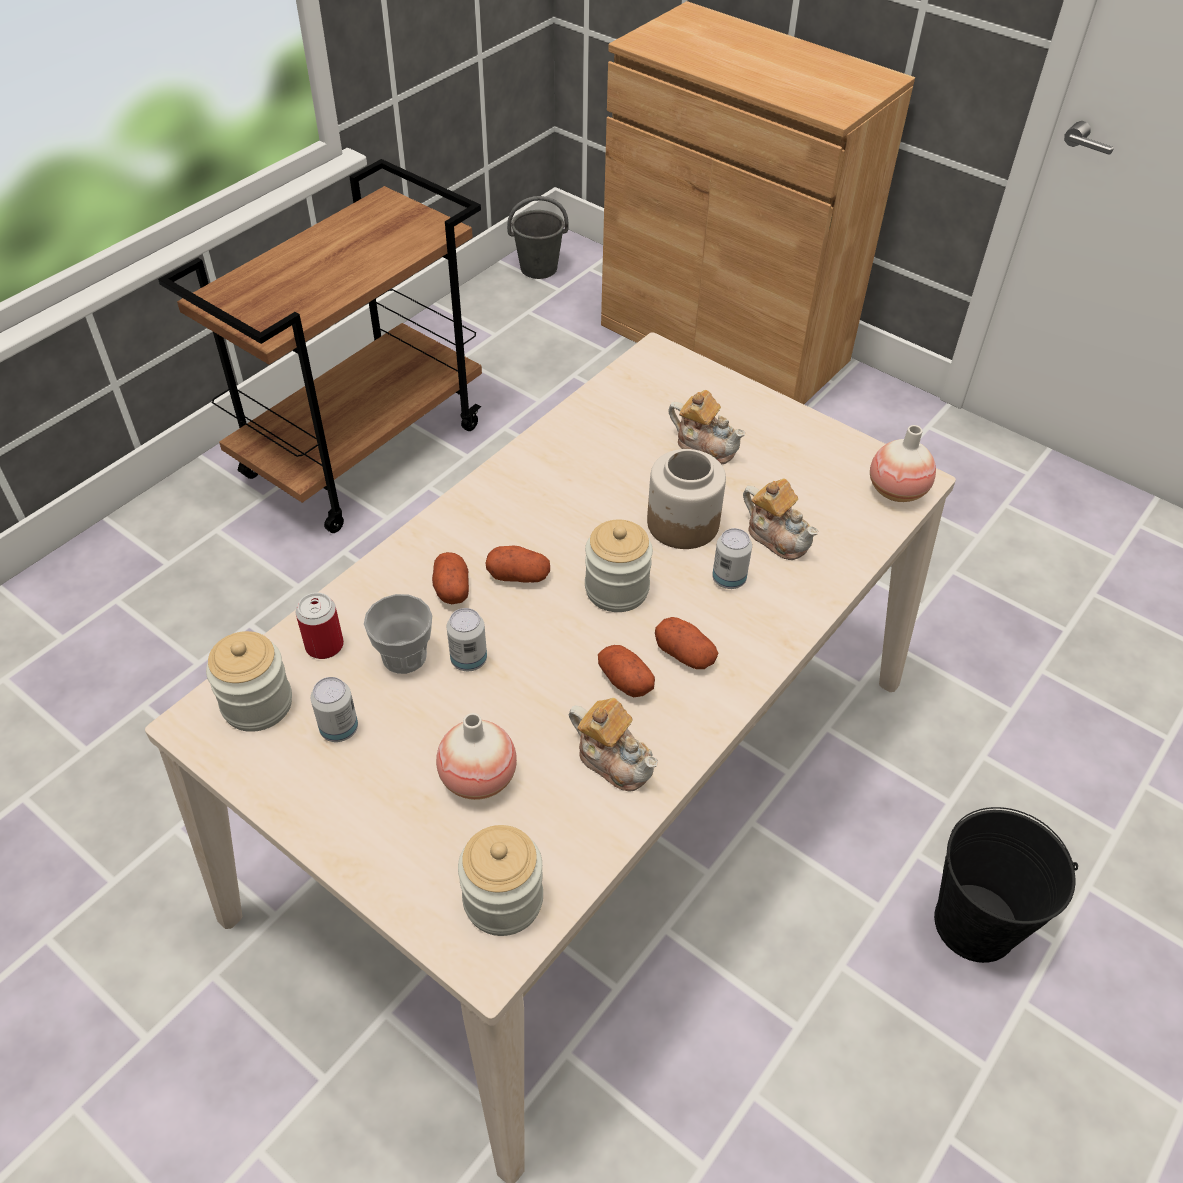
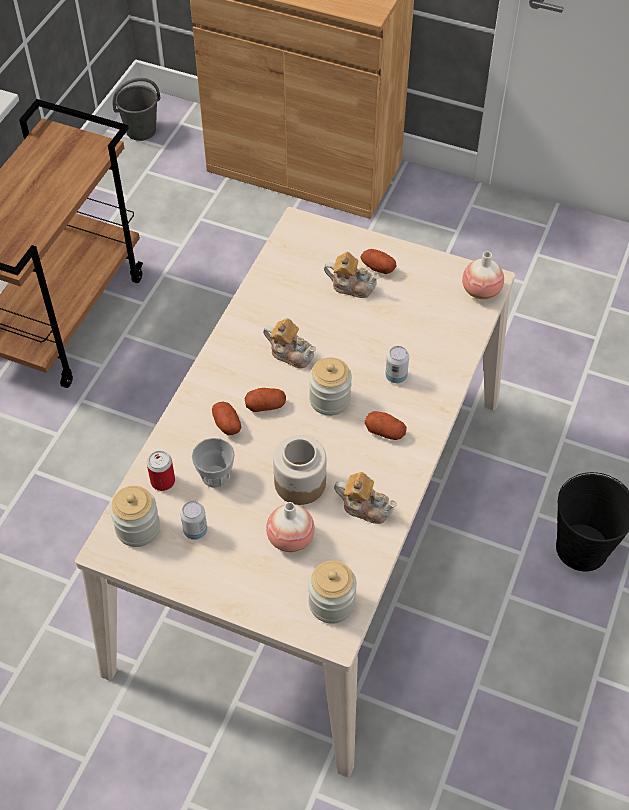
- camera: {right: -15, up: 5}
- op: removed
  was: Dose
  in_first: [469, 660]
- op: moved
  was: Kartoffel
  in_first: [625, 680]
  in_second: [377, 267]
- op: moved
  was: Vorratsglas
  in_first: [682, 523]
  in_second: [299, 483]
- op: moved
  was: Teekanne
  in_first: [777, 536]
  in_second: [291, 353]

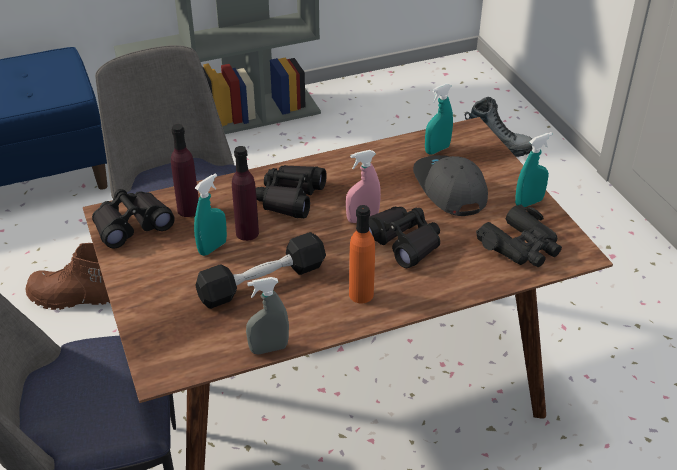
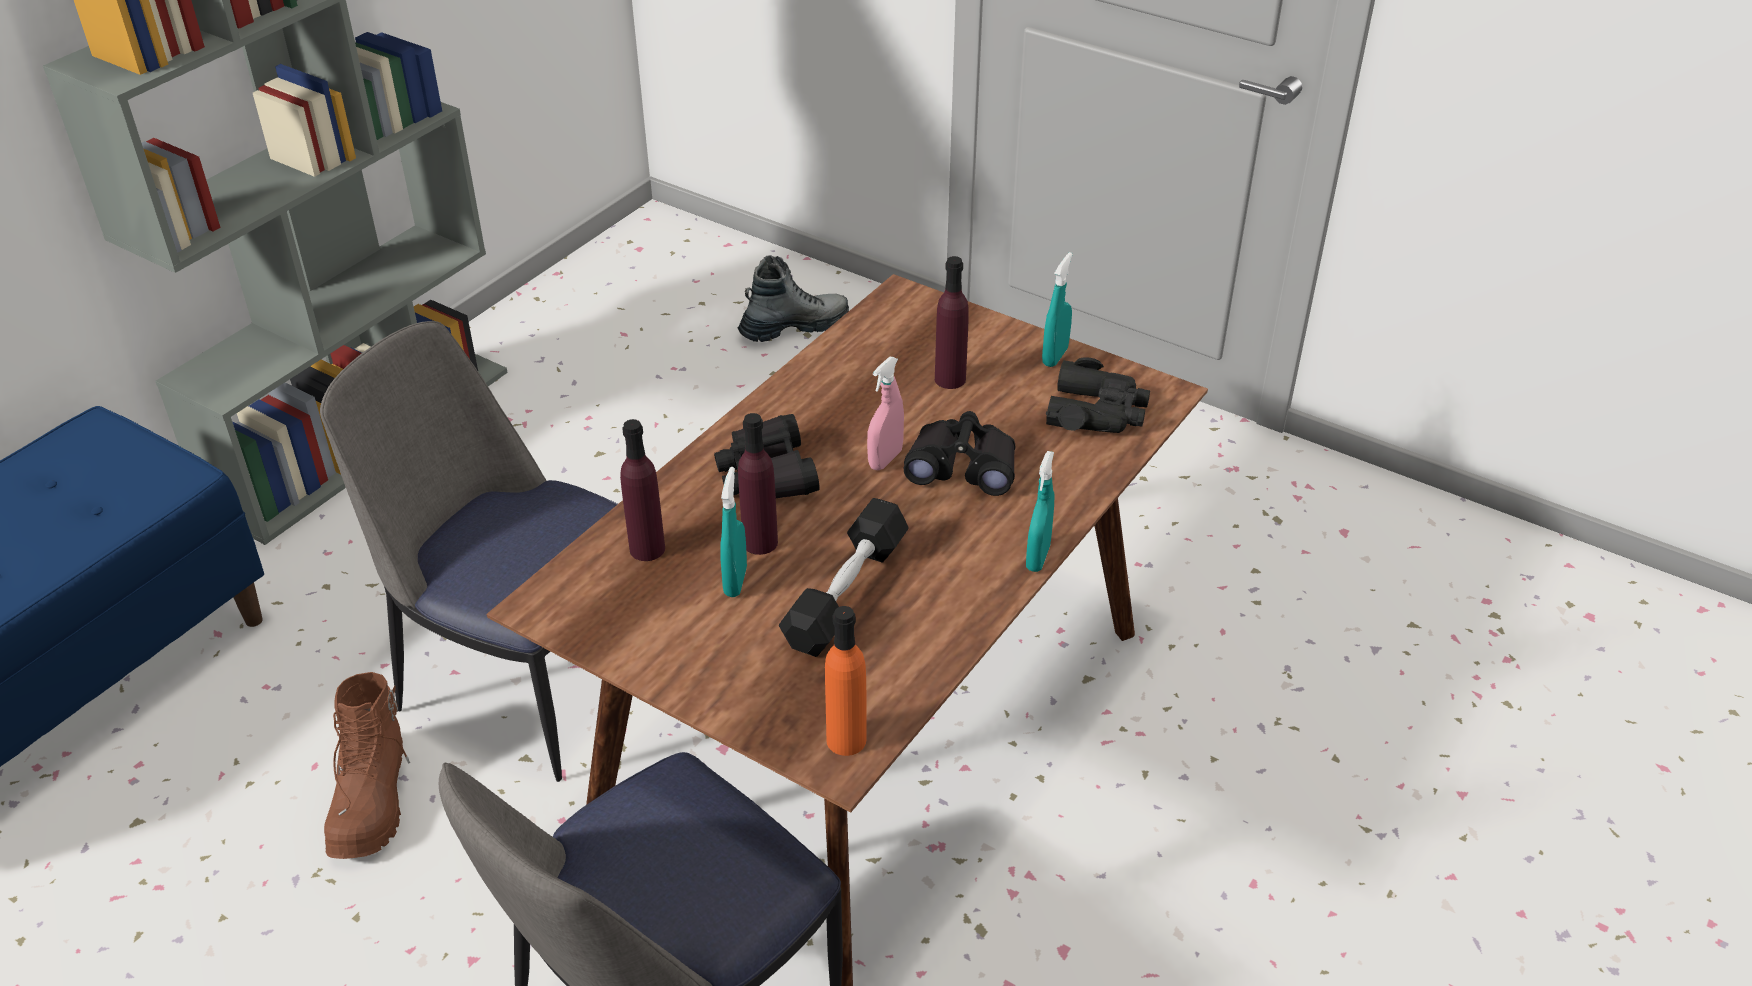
- camera: {right: -35, up: 0}
- op: turned
  was: Stiefel [braun]
  in_first: [74, 297]
  in_second: [372, 801]
  clockwise: -60
- op: removed
  was: Fernglas [schwarz]
  in_first: [131, 225]
- op: removed
  was: Sprühflasche [grau]
  in_first: [269, 349]
- op: moved
  was: Flasche [orange]
  in_first: [361, 294]
  in_second: [846, 740]
- op: replaced
  was: Kappe [grau]
  now: Flasche [lila]
  in_first: [449, 189]
  in_second: [950, 379]
- op: moved
  was: Sprühflasche [türkis]
  in_first: [437, 149]
  in_second: [1038, 558]

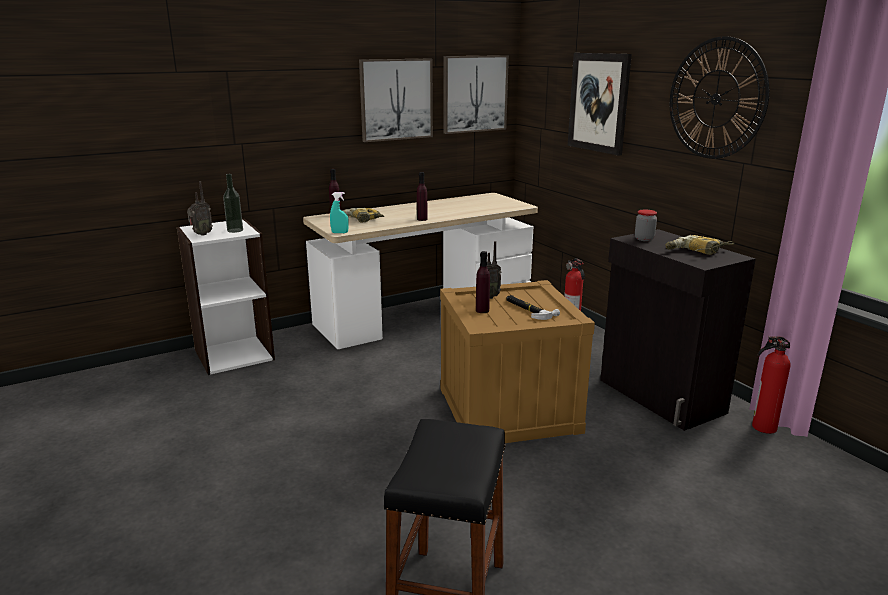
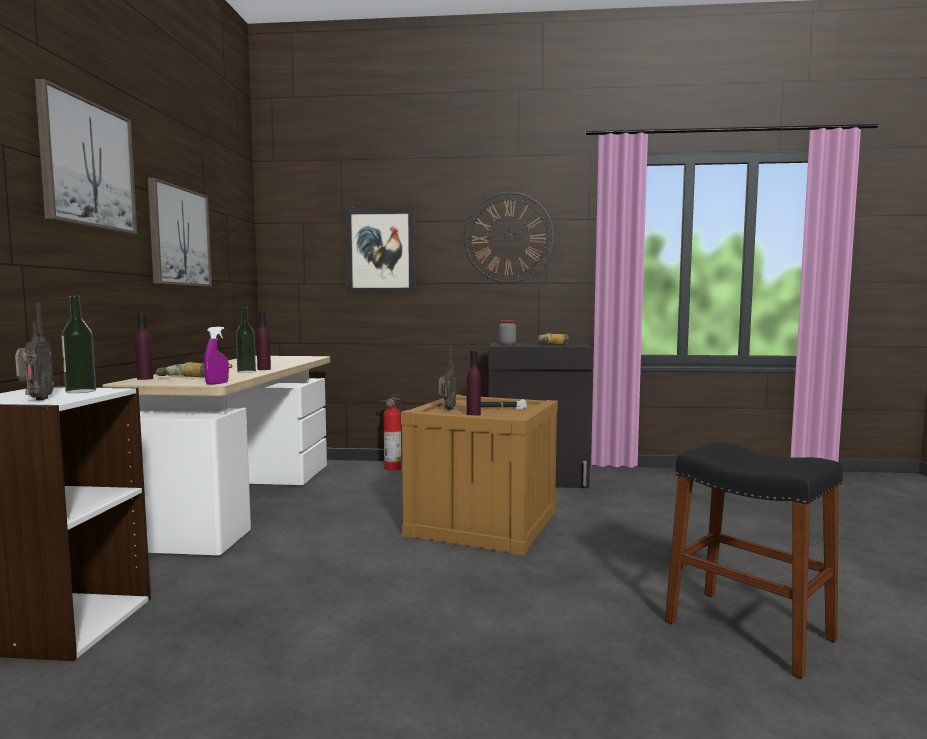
- camera: {right: -55, up: -15}
- op: recoloured
  was: Sprühflasche [türkis]
  now: Sprühflasche [lila]
  in_first: [340, 232]
  in_second: [217, 383]
- op: moved
  was: Bild
  in_first: [474, 94]
  in_second: [87, 165]
- op: removed
  was: Feuerlöscher
  in_first: [762, 427]
- op: added
  now: Flasche
  in_second: [246, 371]

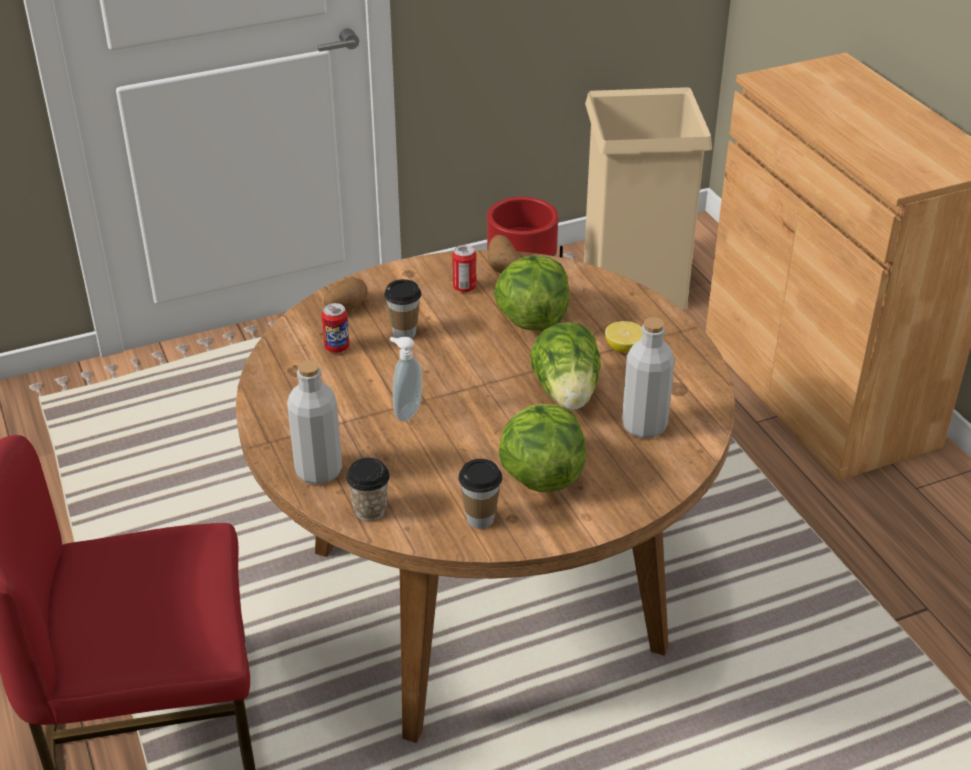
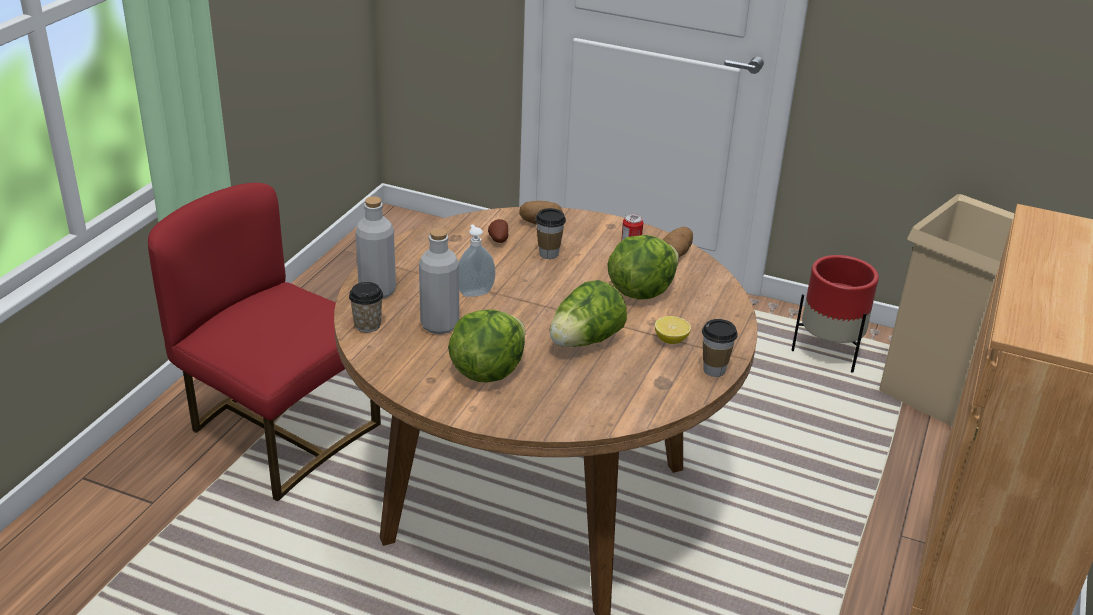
- camera: {right: 45, up: -5}
- op: replaced
  was: Dose
  now: Kartoffel
  in_first: [337, 347]
  in_second: [498, 239]
- op: moved
  was: Tasse
  in_first: [480, 519]
  in_second: [714, 370]
- op: moved
  was: Flasche [grau]
  in_first: [644, 426]
  in_second: [439, 325]

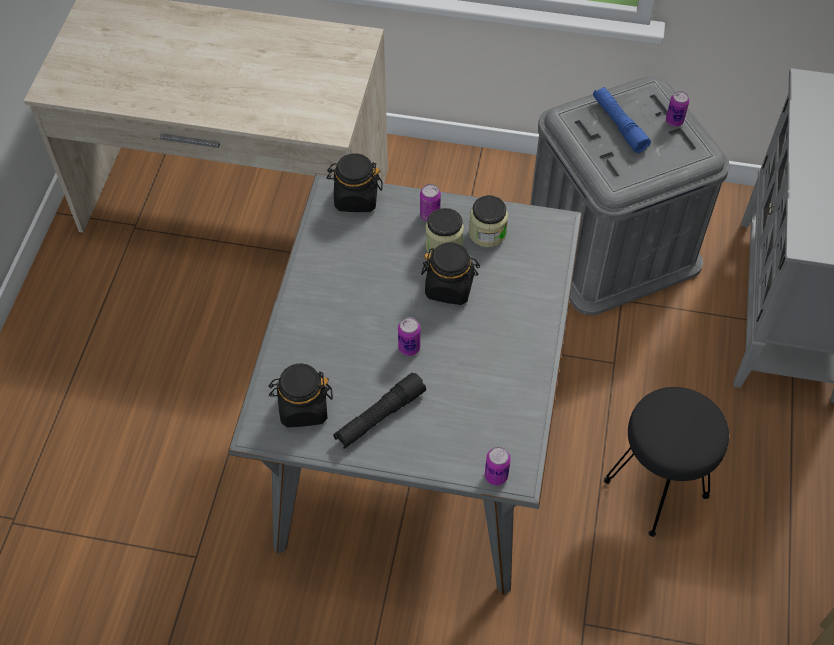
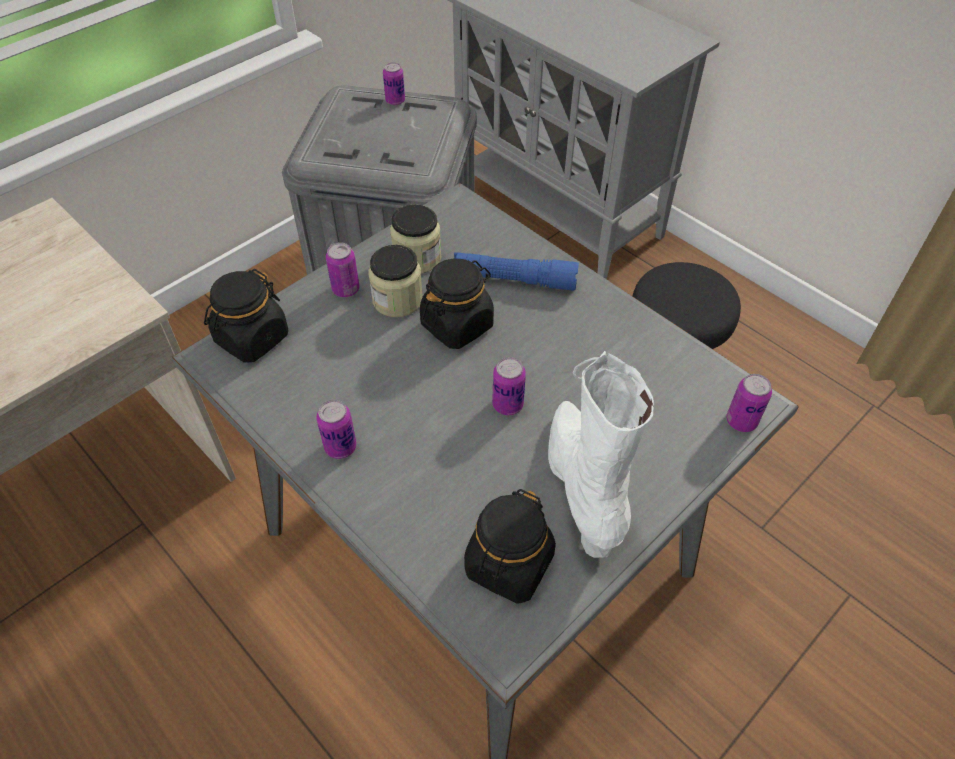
- camera: {right: -55, up: -5}
- op: replaced
  was: Taschenlampe [schwarz]
  now: Stiefel [weiß]
  in_first: [379, 416]
  in_second: [583, 487]
- op: moved
  was: Taschenlampe [blau]
  in_first: [619, 125]
  in_second: [514, 280]
- op: added
  now: Dose
  in_second: [340, 447]

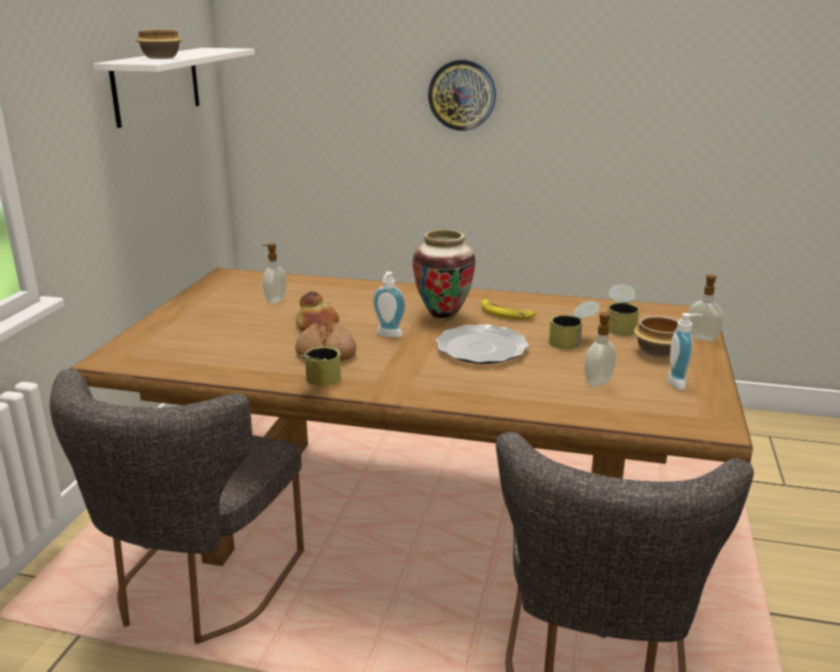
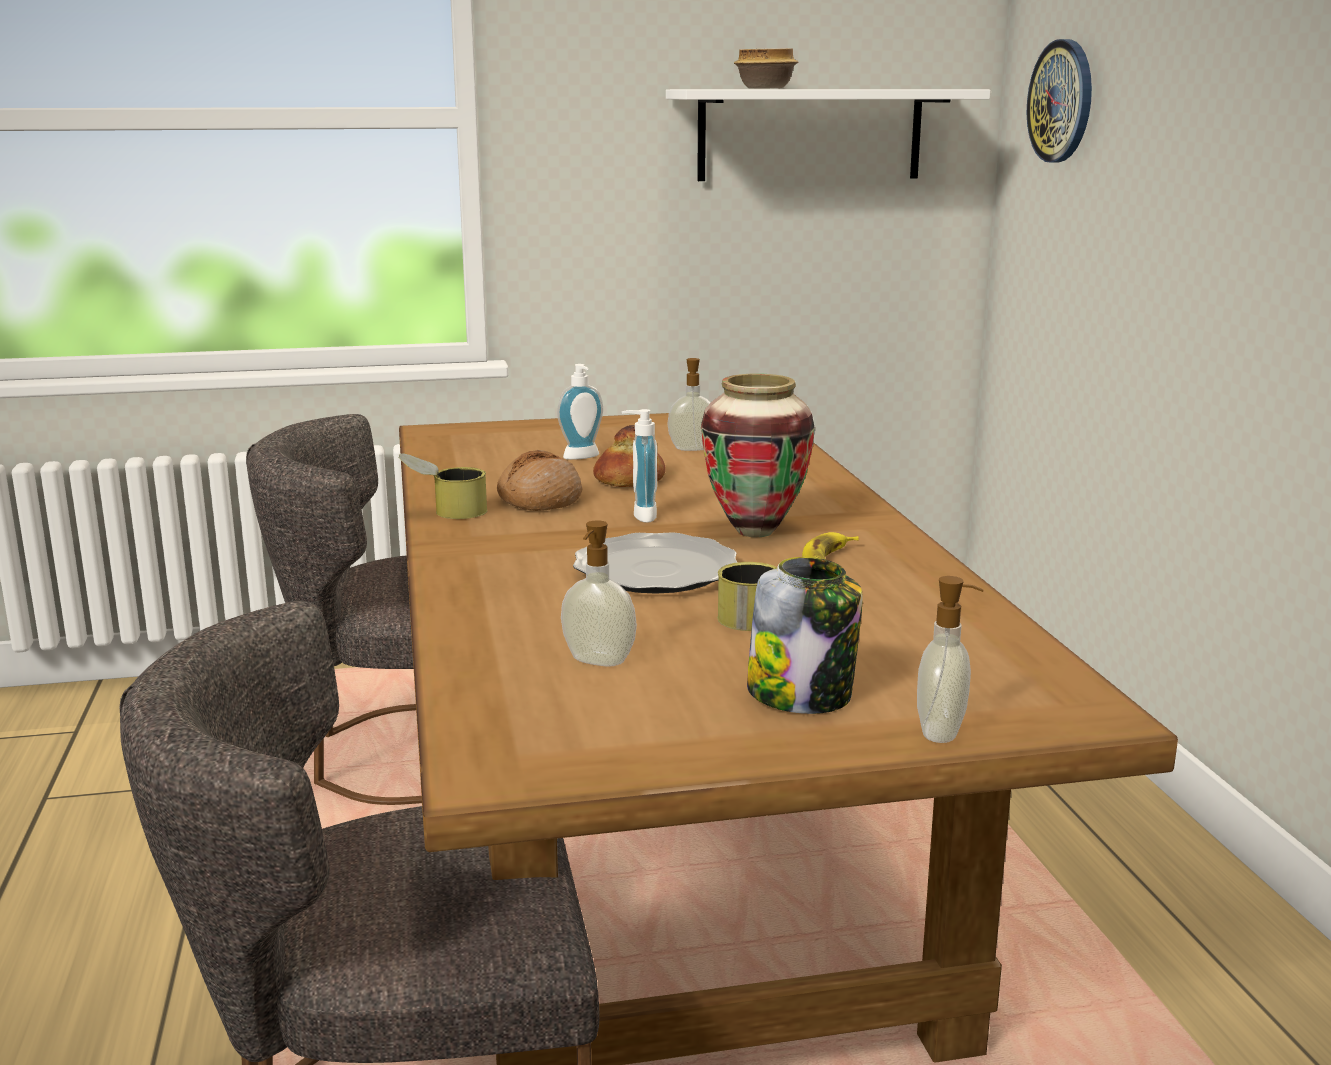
- camera: {right: 65, up: -5}
- op: moved
  was: Wanduhr
  in_first: [462, 95]
  in_second: [1061, 101]
- op: removed
  was: Dose
  in_first: [620, 326]
- op: replaced
  was: Schüssel
  now: Vorratsglas
  in_first: [657, 352]
  in_second: [802, 695]
- op: moved
  was: Seifenspender
  in_first: [680, 383]
  in_second: [583, 457]

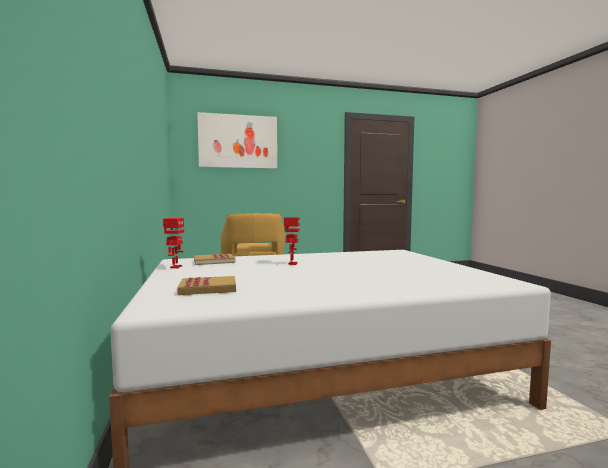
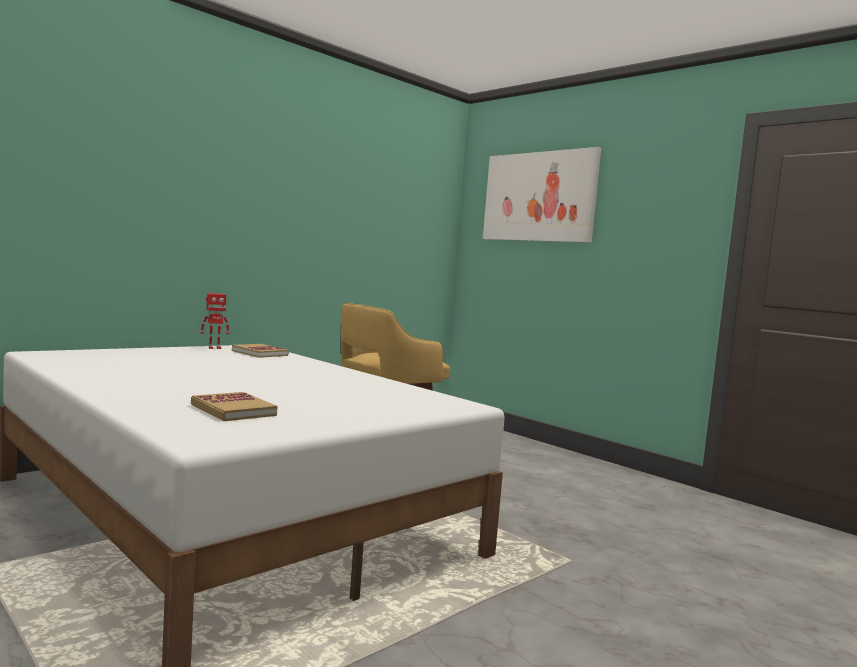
- camera: {right: 60, up: 0}
- op: moved
  was: Buch
  in_first: [208, 288]
  in_second: [233, 410]
- op: removed
  was: Spielzeugroboter
  in_first: [292, 263]

